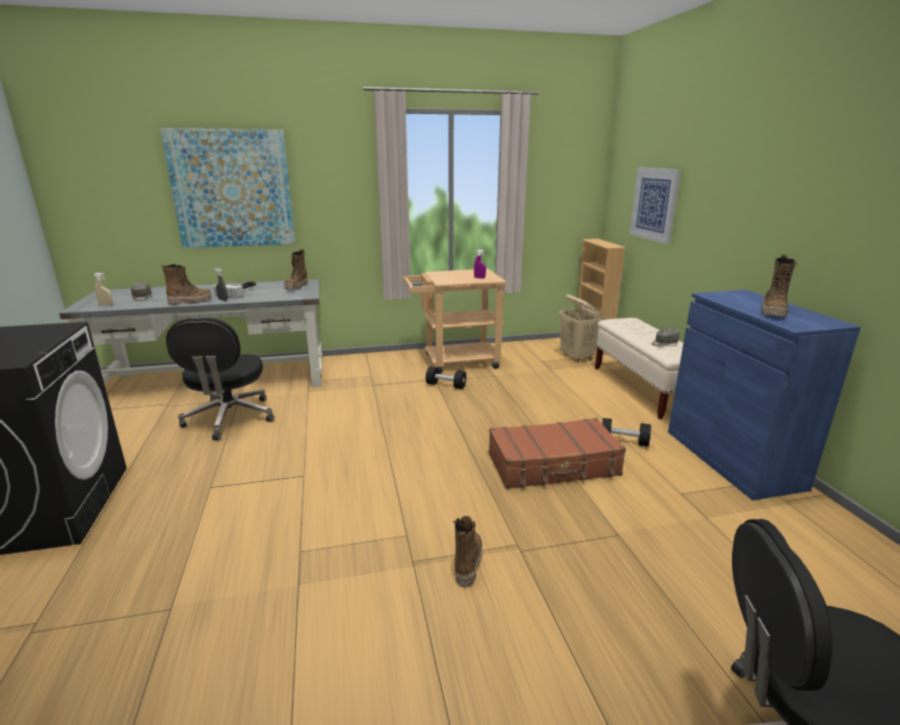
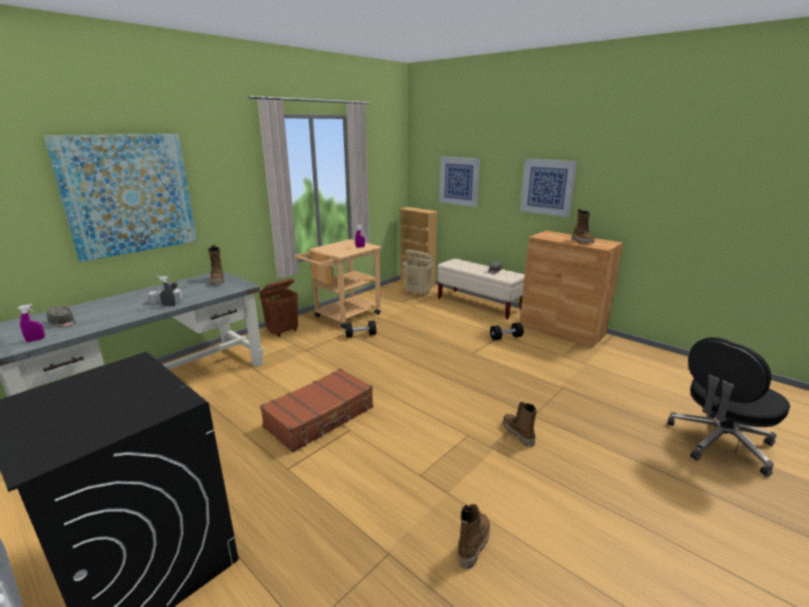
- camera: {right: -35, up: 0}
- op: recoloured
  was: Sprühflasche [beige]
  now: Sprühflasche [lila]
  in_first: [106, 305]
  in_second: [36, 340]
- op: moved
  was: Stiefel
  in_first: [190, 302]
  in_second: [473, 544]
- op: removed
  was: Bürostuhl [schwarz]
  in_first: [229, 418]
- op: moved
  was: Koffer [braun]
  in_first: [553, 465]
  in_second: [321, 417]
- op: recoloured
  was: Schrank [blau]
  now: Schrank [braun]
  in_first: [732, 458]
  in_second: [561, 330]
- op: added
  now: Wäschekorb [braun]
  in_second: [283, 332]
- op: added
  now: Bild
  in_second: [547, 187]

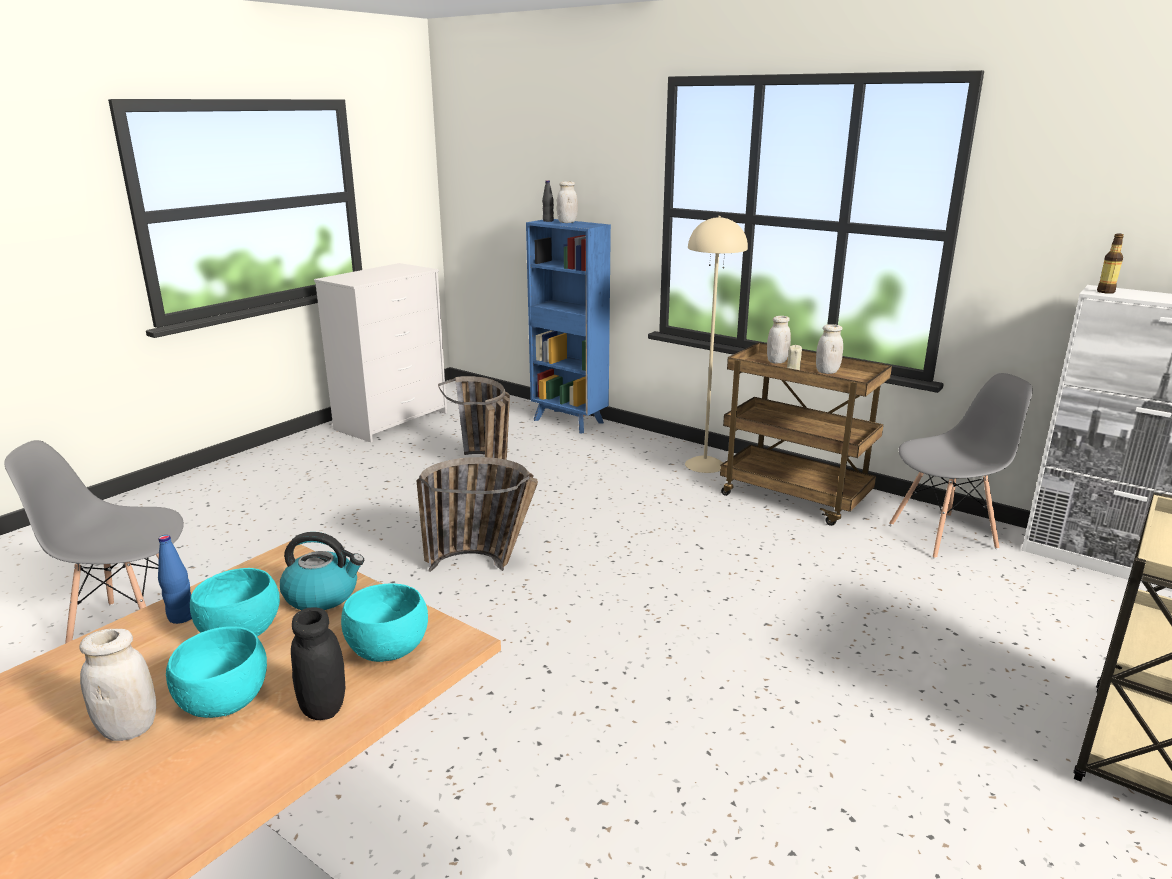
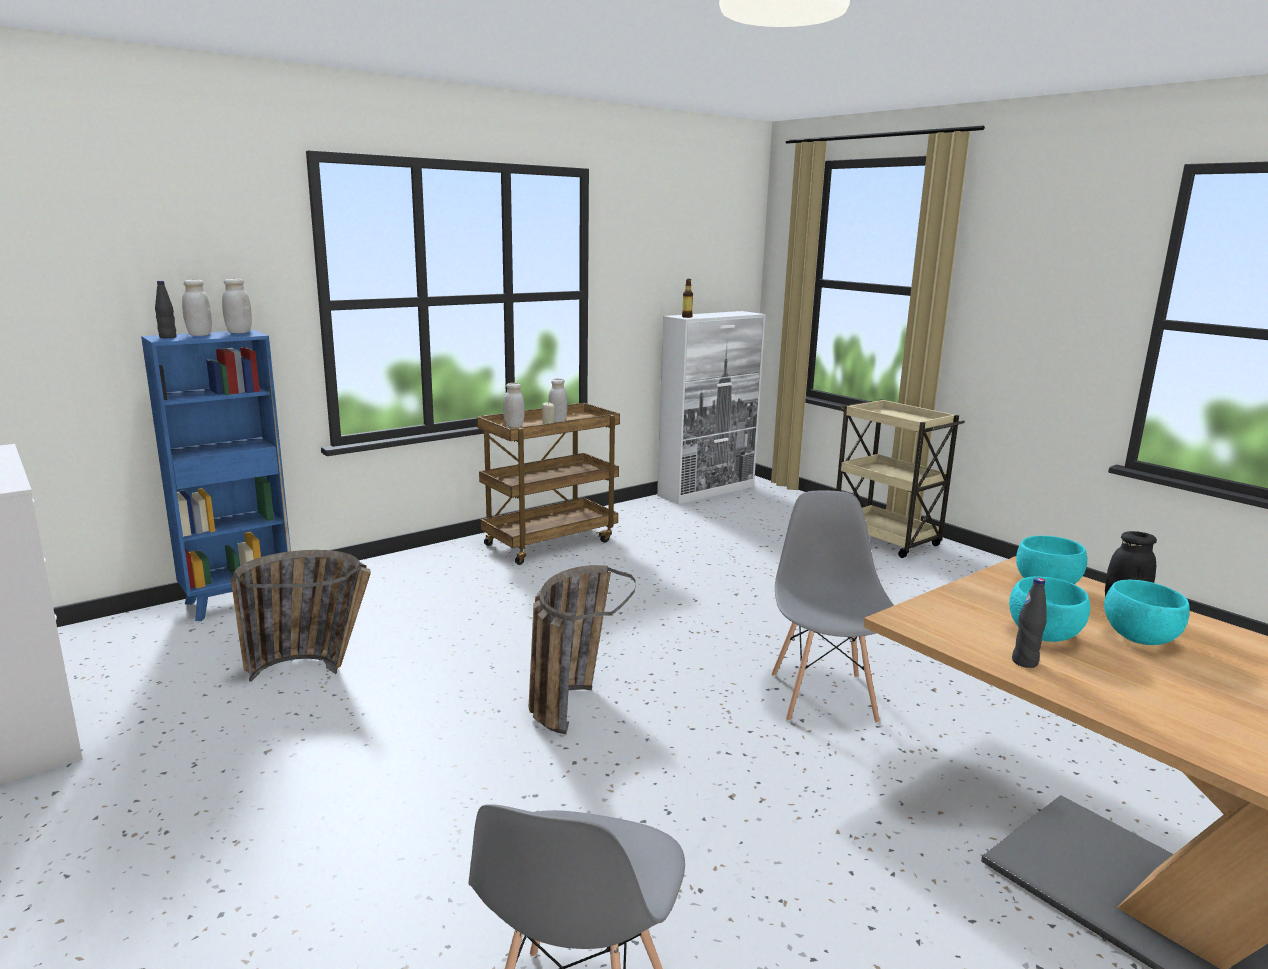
- camera: {right: -75, up: -5}
- op: moved
  was: Vorratsglas [weiß]
  in_first: [129, 729]
  in_second: [239, 332]
- op: recoloured
  was: Flasche [blau]
  now: Flasche [schwarz]
  in_first: [181, 617]
  in_second: [1025, 662]
- op: removed
  was: Wasserkessel
  in_first: [323, 595]
- op: removed
  was: Stehlampe [beige]
  in_first: [705, 464]
- op: moved
  was: Stuhl [grau]
  in_first: [943, 536]
  in_second: [823, 697]

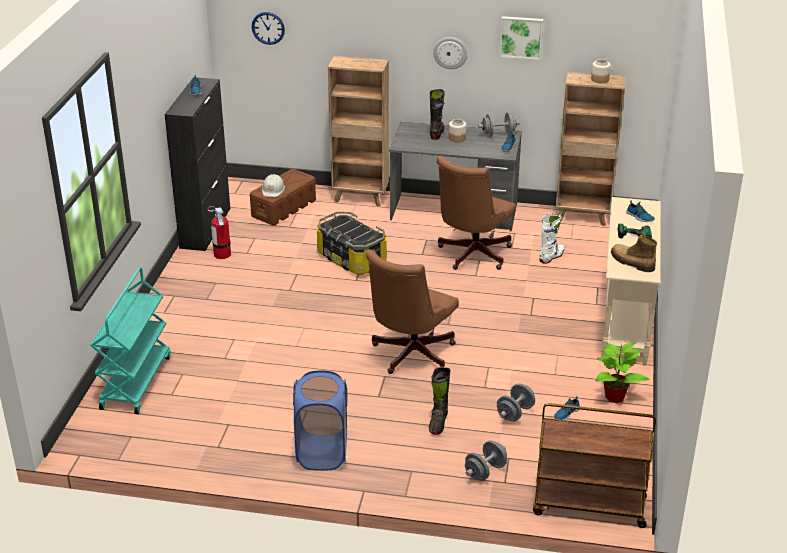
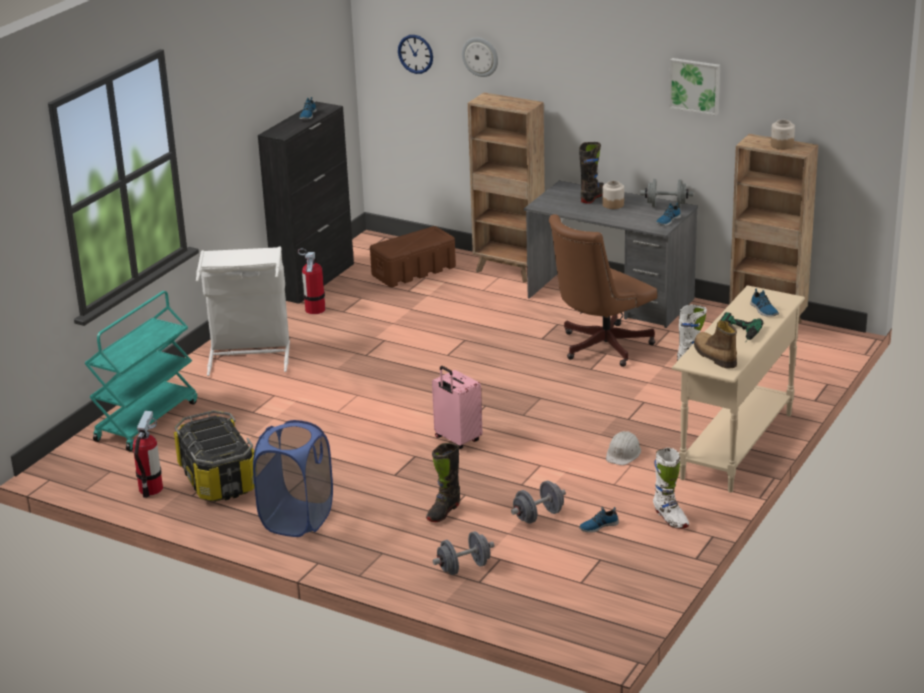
- camera: {right: 20, up: -5}
- op: moved
  was: Schutzhelm [weiß]
  in_first: [273, 189]
  in_second: [623, 453]
- op: moved
  was: Aufbewahrungsbox
  in_first: [351, 259]
  in_second: [217, 478]
- op: replaced
  was: Bürostuhl [braun]
  now: Koffer [rosa]
  in_first: [409, 355]
  in_second: [457, 440]
- op: moved
  was: Wanduhr
  in_first: [450, 52]
  in_second: [480, 56]
- op: removed
  was: Rollwagen [braun]
  in_first: [588, 506]
- op: replaced
  was: Topfpflanze
  now: Stiefel [weiß]
  in_first: [615, 396]
  in_second: [670, 518]
- op: added
  now: Feuerlöscher
  in_second: [151, 489]
- op: added
  now: Wäschekorb [weiß]
  in_second: [249, 354]

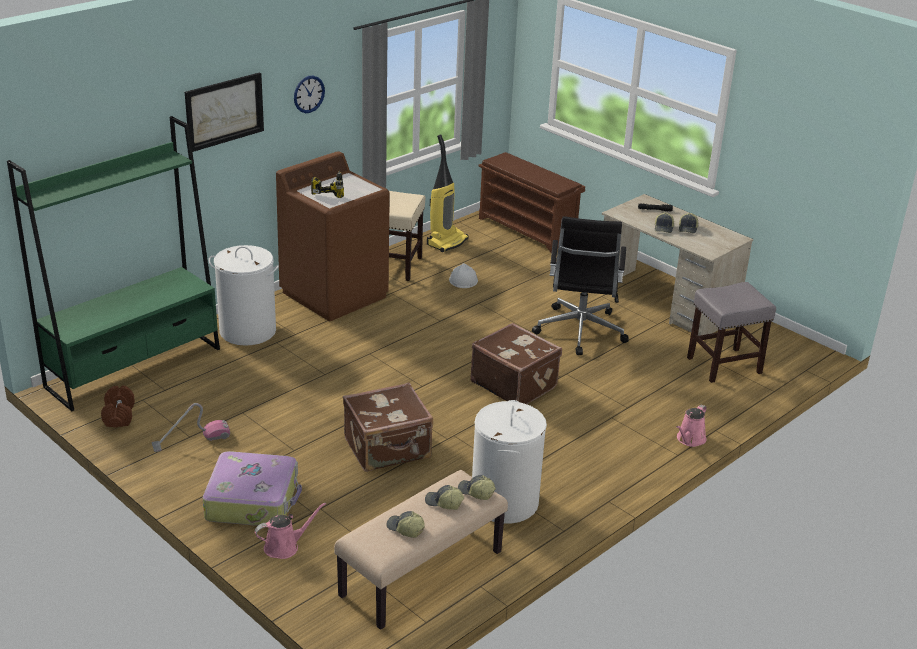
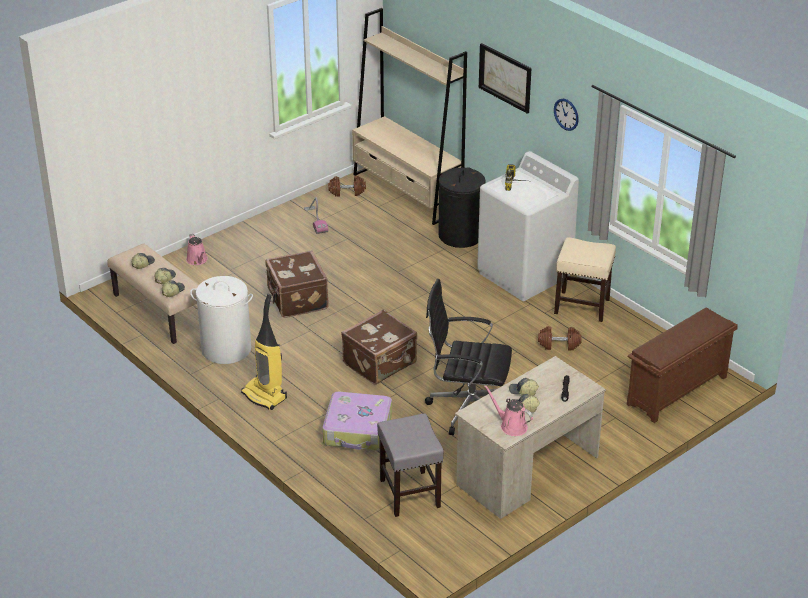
- camera: {right: 95, up: 5}
- op: recoloured
  was: Bücherregal [grün]
  now: Bücherregal [beige]
  in_first: [134, 367]
  in_second: [407, 192]
- op: moved
  was: Koffer
  in_first: [253, 500]
  in_second: [358, 430]
- op: recoloured
  was: Wäschekorb [weiß]
  now: Wäschekorb [schwarz]
  in_first: [247, 331]
  in_second: [460, 235]
- op: recoloured
  was: Waschmaschine [braun]
  now: Waschmaschine [weiß]
  in_first: [335, 294]
  in_second: [524, 274]
- op: moved
  was: Staubsauger
  in_first: [447, 242]
  in_second: [265, 395]
- op: replaced
  was: Schutzhelm [weiß]
  now: Hantel [braun]
  in_first: [463, 280]
  in_second: [559, 344]
- op: moved
  was: Gießkanne [rosa]
  in_first: [689, 440]
  in_second: [511, 426]

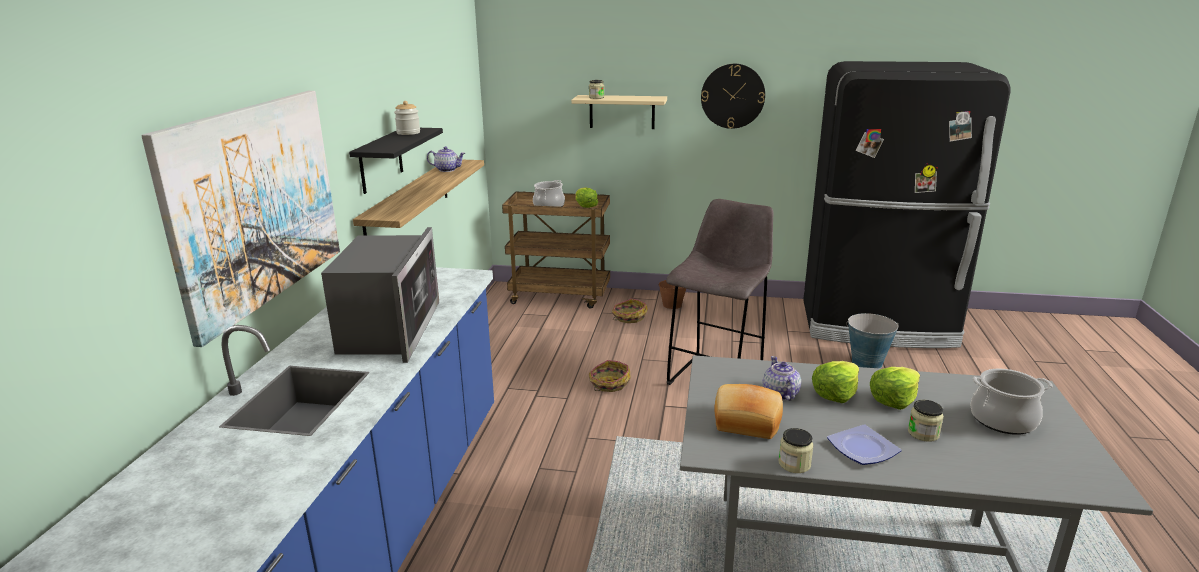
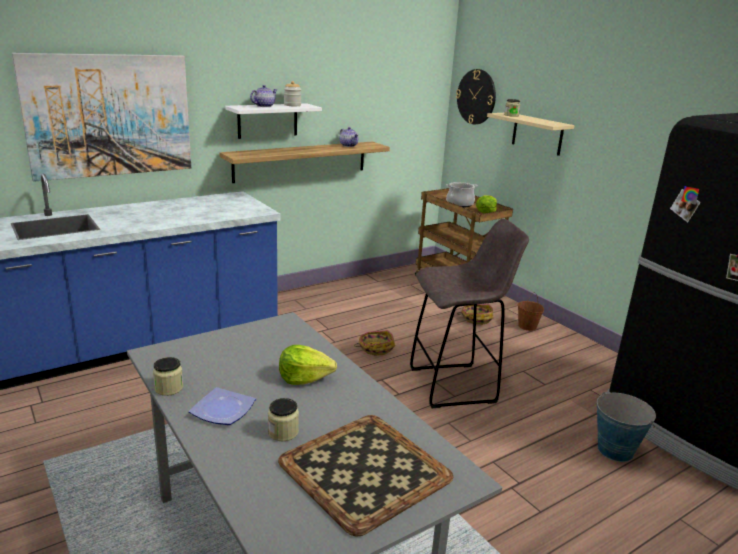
- camera: {right: 45, up: 0}
- op: removed
  was: Mikrowelle
  in_first: [389, 329]
- op: recoloured
  was: Wandregal [schwarz]
  now: Wandregal [weiß]
  in_first: [381, 160]
  in_second: [267, 120]
- op: moved
  was: Wanduhr
  in_first: [732, 96]
  in_second: [476, 97]
- op: removed
  was: Brot
  in_first: [746, 423]
- op: moved
  was: Teekanne
  in_first: [780, 394]
  in_second: [263, 106]
- op: removed
  was: Salatkopf
  in_first: [893, 400]
- op: replaced
  was: Kochtopf
  now: Tablett
  in_first: [1003, 420]
  in_second: [363, 470]

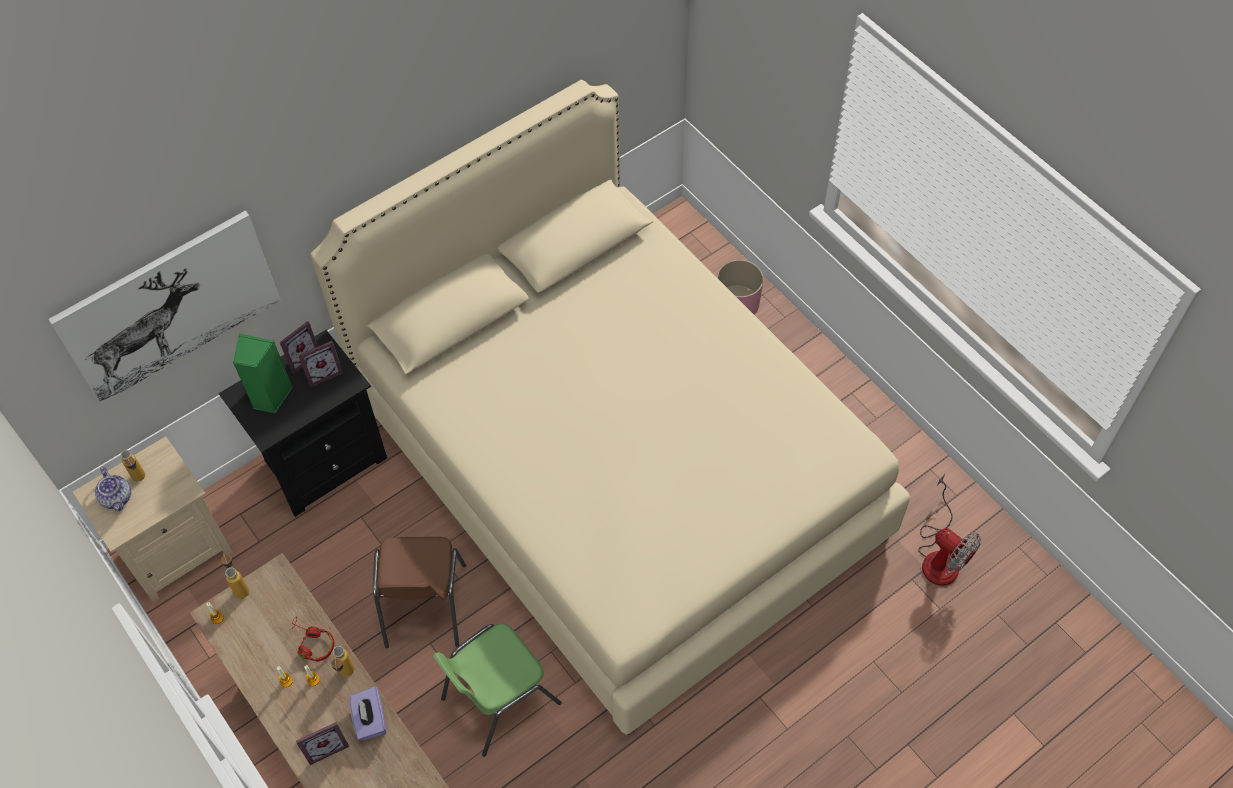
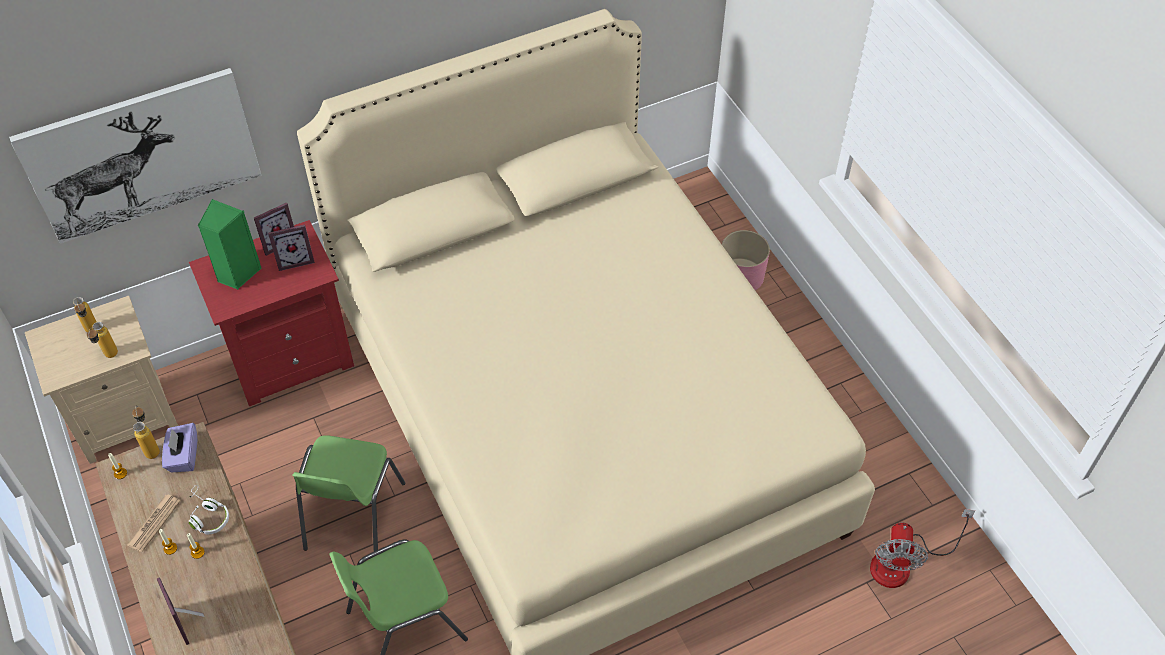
- camera: {right: 10, up: -5}
- op: removed
  was: Teekanne
  in_first: [117, 498]
- op: recoloured
  was: Nachttisch [schwarz]
  now: Nachttisch [rot]
  in_first: [323, 461]
  in_second: [291, 358]
- op: recoloured
  was: Kopfhörer [rot]
  now: Kopfhörer [weiß]
  in_first: [312, 643]
  in_second: [207, 515]
- op: turned
  was: Bilderrahmen
  in_first: [325, 745]
  in_second: [191, 620]
  clockwise: 75
- op: moved
  was: Flasche
  in_first: [346, 675]
  in_second: [109, 357]
- op: moved
  was: Taschentuchbox [lila]
  in_first: [370, 720]
  in_second: [183, 456]
- op: recoloured
  was: Stuhl [braun]
  now: Stuhl [grün]
  in_first: [424, 607]
  in_second: [353, 517]
- op: turned
  was: Ventilator
  in_first: [940, 555]
  in_second: [902, 563]
  clockwise: 45
- op: added
  now: Zeitung
  in_second: [154, 523]

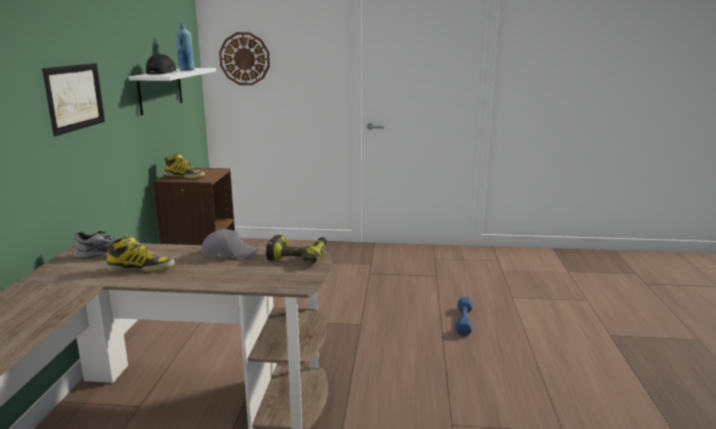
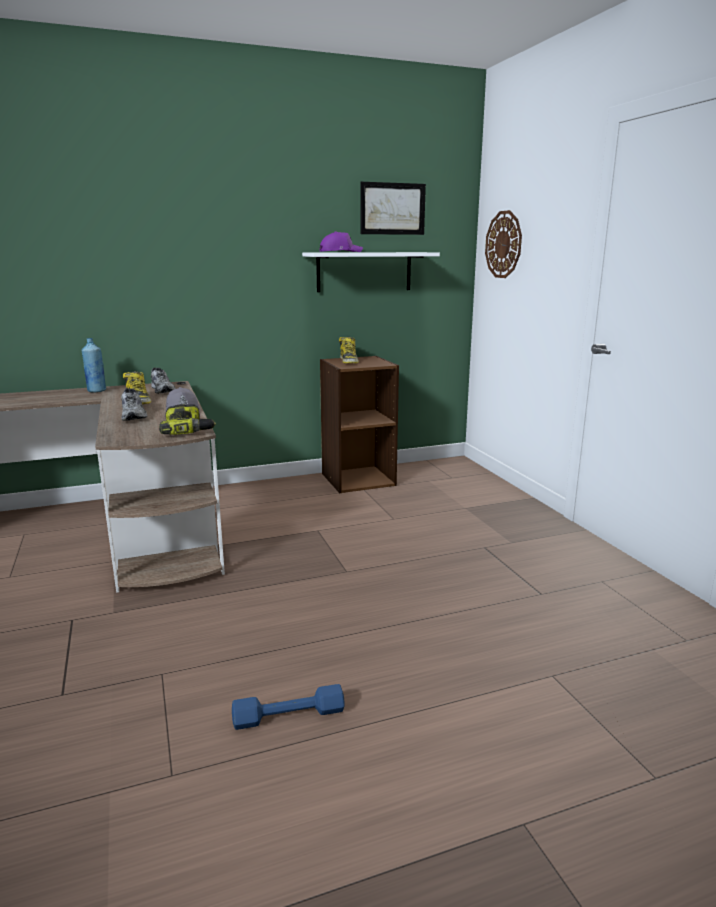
- camera: {right: 65, up: 0}
- op: moved
  was: Bild
  in_first: [75, 97]
  in_second: [392, 209]
- op: recoloured
  was: Kappe [schwarz]
  now: Kappe [lila]
  in_first: [162, 73]
  in_second: [340, 252]
- op: moved
  was: Flasche [blau]
  in_first: [186, 70]
  in_second: [96, 391]
- op: moved
  was: Hantel [blau]
  in_first: [463, 321]
  in_second: [289, 715]
- op: added
  now: Schuh [grau]
  in_second: [135, 416]

